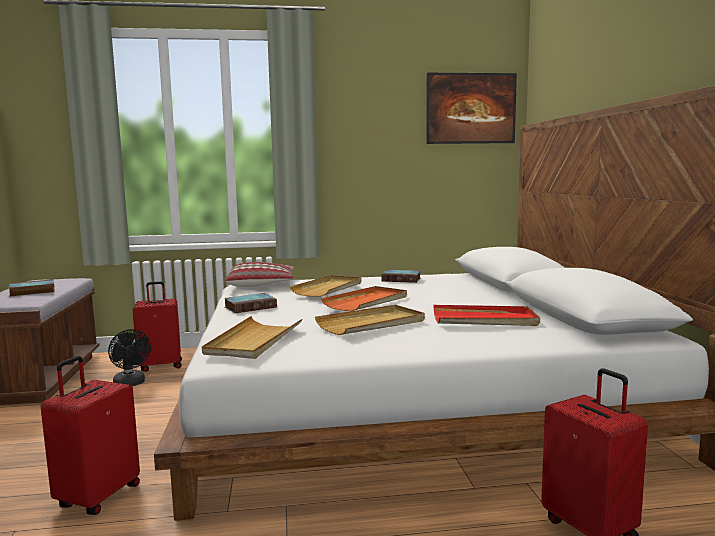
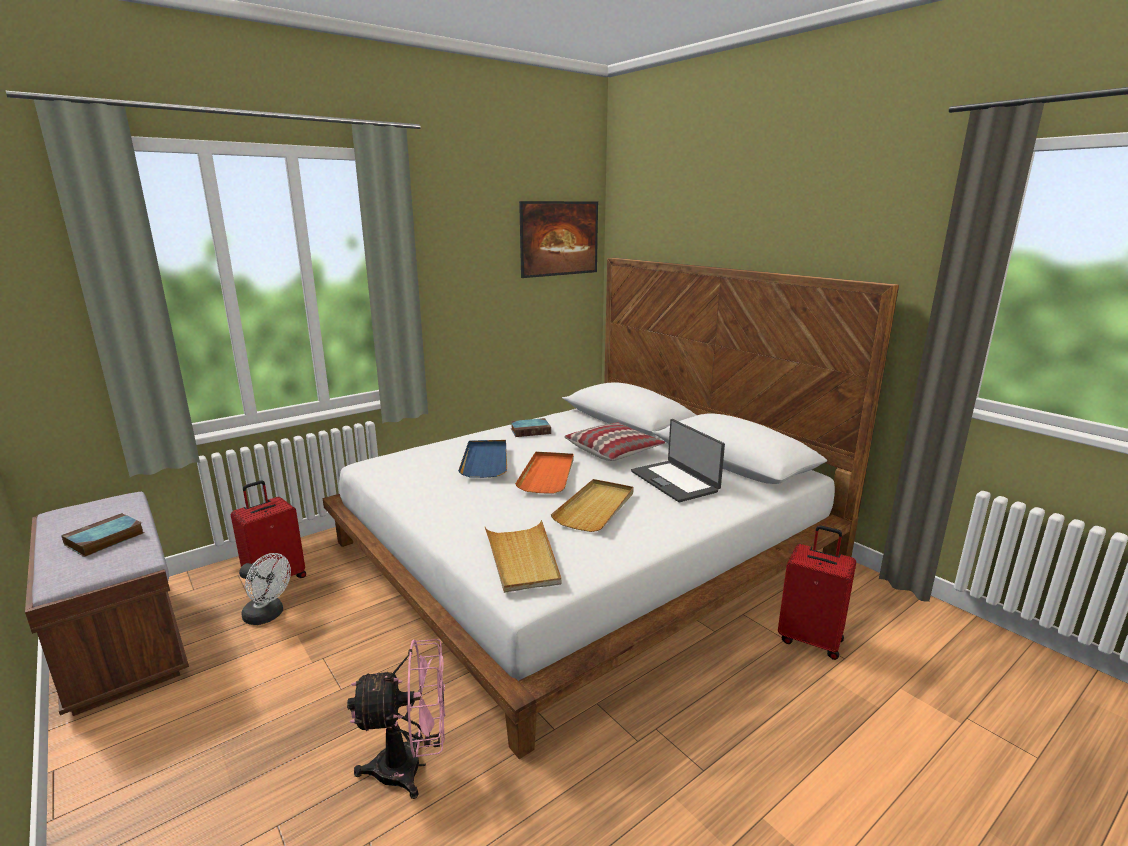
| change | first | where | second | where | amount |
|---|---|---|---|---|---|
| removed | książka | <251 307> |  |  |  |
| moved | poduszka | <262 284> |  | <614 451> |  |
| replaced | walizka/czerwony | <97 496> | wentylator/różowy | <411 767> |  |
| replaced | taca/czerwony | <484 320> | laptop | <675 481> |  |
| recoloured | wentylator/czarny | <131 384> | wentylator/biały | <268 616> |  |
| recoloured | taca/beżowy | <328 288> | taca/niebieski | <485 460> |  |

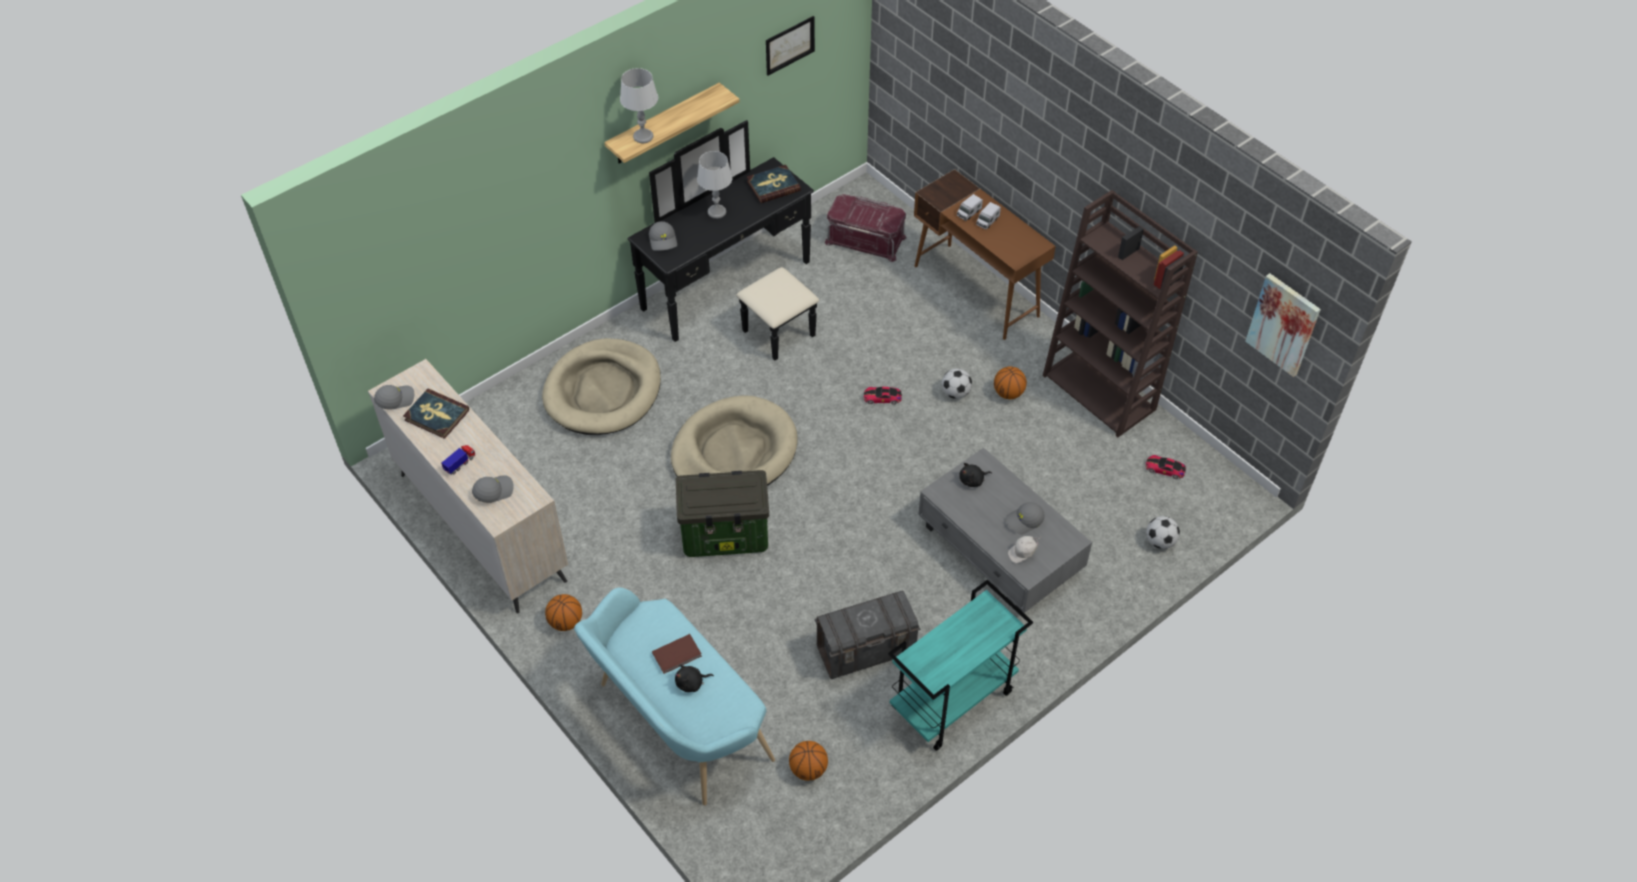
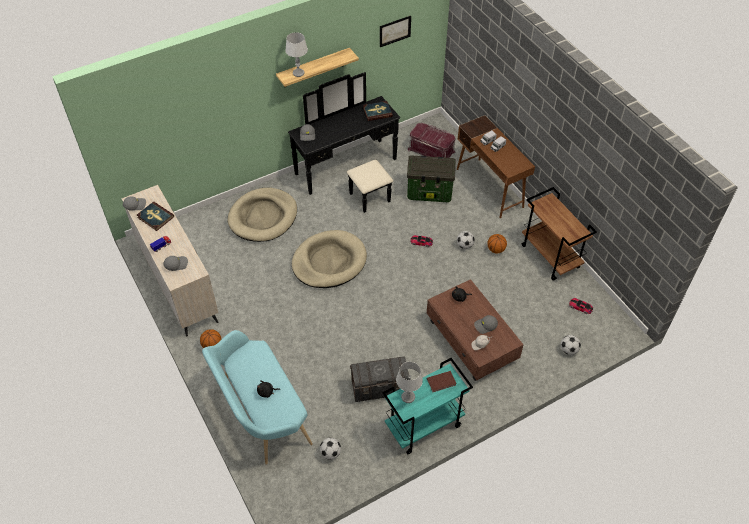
| change | first | where | second | where | amount |
|---|---|---|---|---|---|
| removed | obraz | <1283 324> |  |  |  |
| moved | książka/brązowy | <678 655> |  | <442 382> |  |
| moved | pojemnik do przechowywania | <726 535> |  | <430 192> |  |
| moved | lampa stołowa/szary | <717 212> |  | <408 397> |  |
| replaced | piłka do koszykówki | <808 769> | piłka futbolowa | <330 453> |  |
| replaced | regał/brązowy | <1100 392> | wózek/brązowy | <551 256> |  |
| recoloured | ława/szary | <1000 550> | ława/brązowy | <471 341> |  |

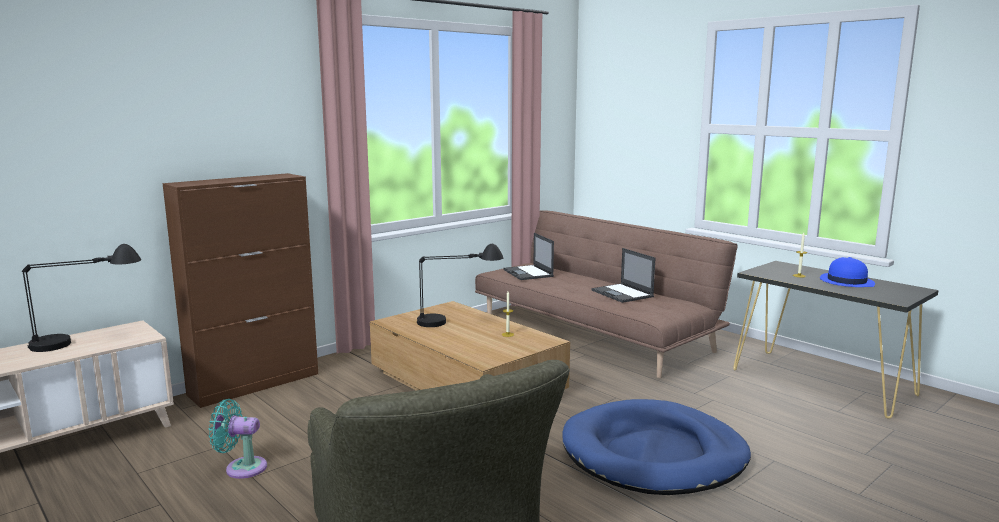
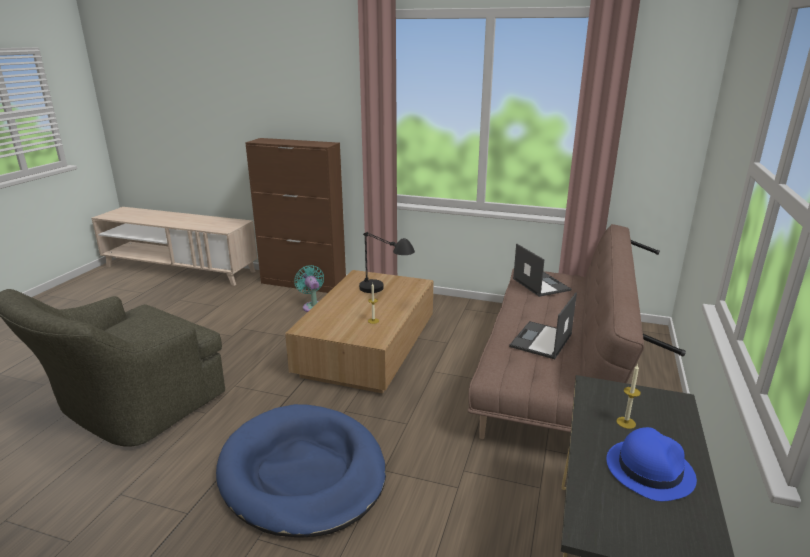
| change | first | where | second | where | amount |
|---|---|---|---|---|---|
| removed | lampa stołowa/czarny | <87 341> |  |  |  |
| moved | wentylator/turkusowy | <242 468> |  | <313 306> |  |
| turned | laptop | <528 273> |  | <540 284> | 120 degrees clockwise |

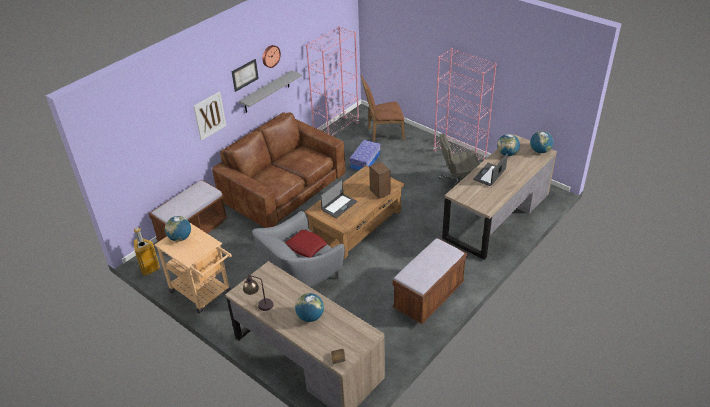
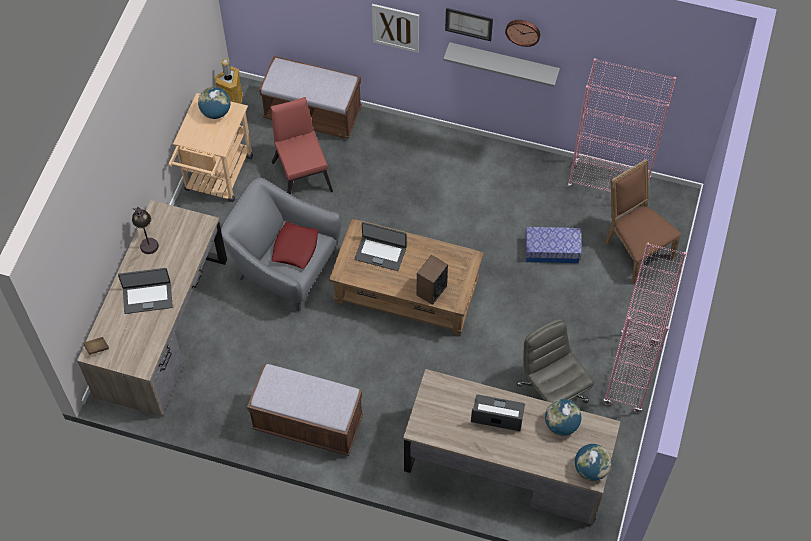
| change | first | where | second | where | amount |
|---|---|---|---|---|---|
| removed | kanapa/brązowy | <283 188> |  |  |  |
| added |  |  | krzesło/czerwony | <301 172> |  |
| replaced | globus | <310 317> | laptop | <147 297> |  |

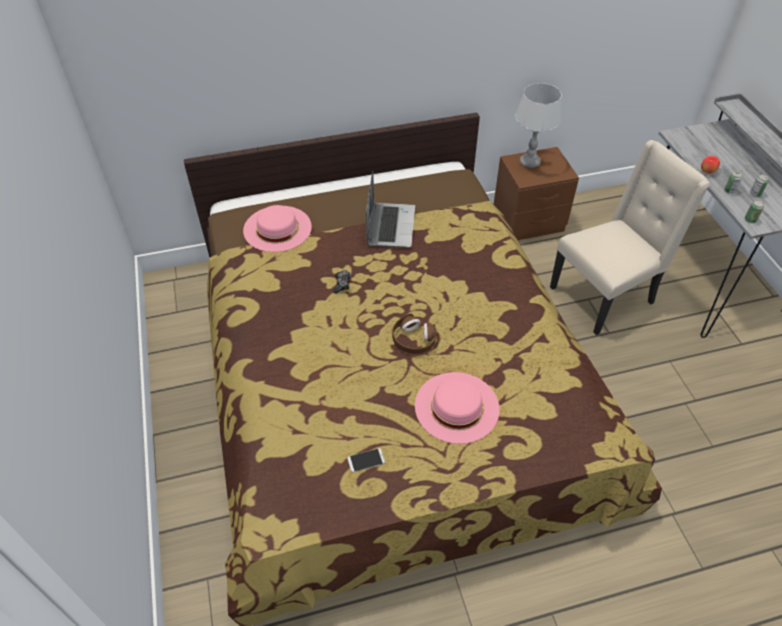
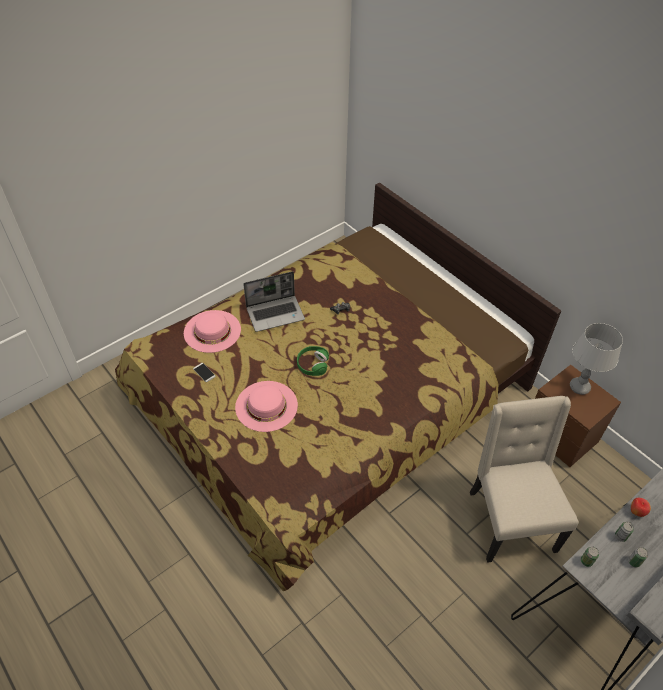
| change | first | where | second | where | amount |
|---|---|---|---|---|---|
| moved | kapelusz/różowy | <277 228> |  | <212 331> |  |
| moved | laptop | <390 226> |  | <276 313> |  |
| recoloured | słuchawki/brązowy | <413 339> | słuchawki/zielony | <312 364> |  |
| turned | krzesło/beżowy | <604 295> |  | <509 520> | 135 degrees counterclockwise |

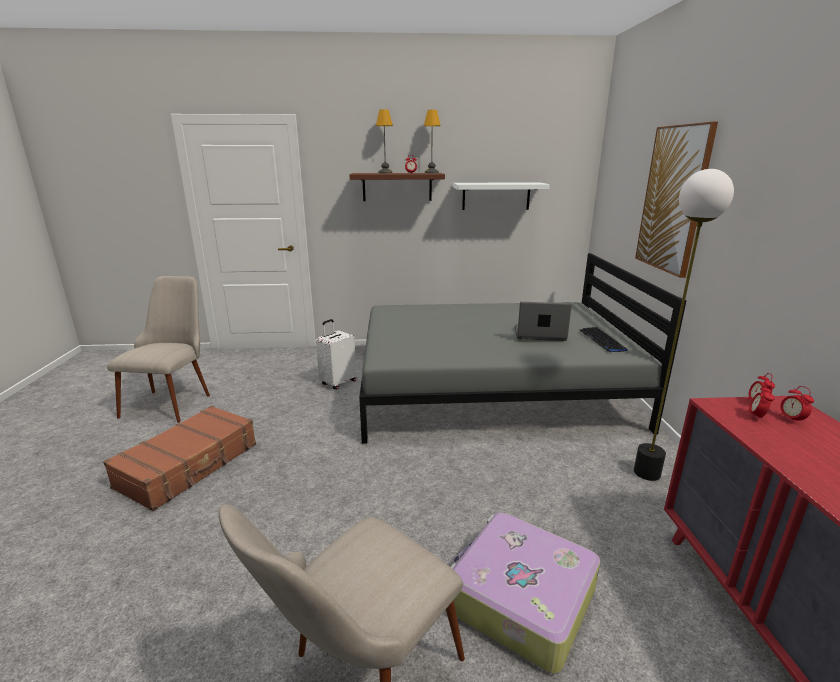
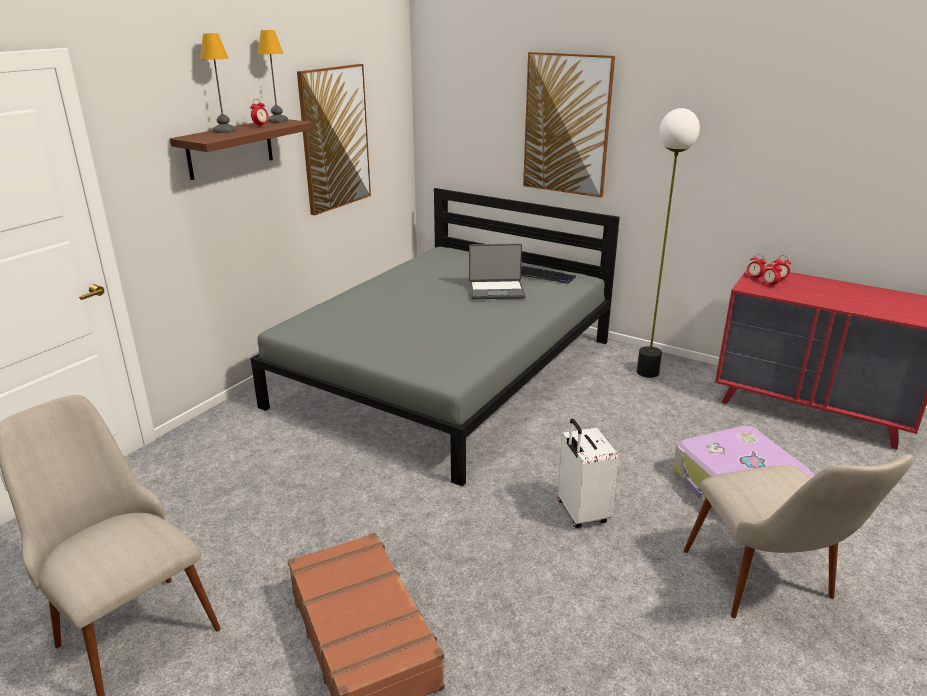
| change | first | where | second | where | amount |
|---|---|---|---|---|---|
| moved | walizka/biały | <338 382> |  | <580 513> |  |
| replaced | półka/biały | <496 196> | obraz | <335 138> |  |
| turned | laptop | <539 334> |  | <496 291> | 135 degrees counterclockwise |

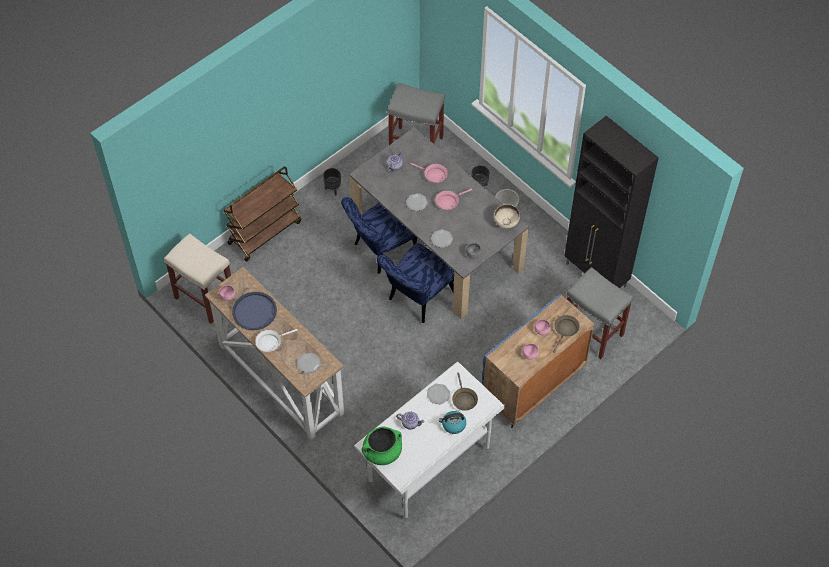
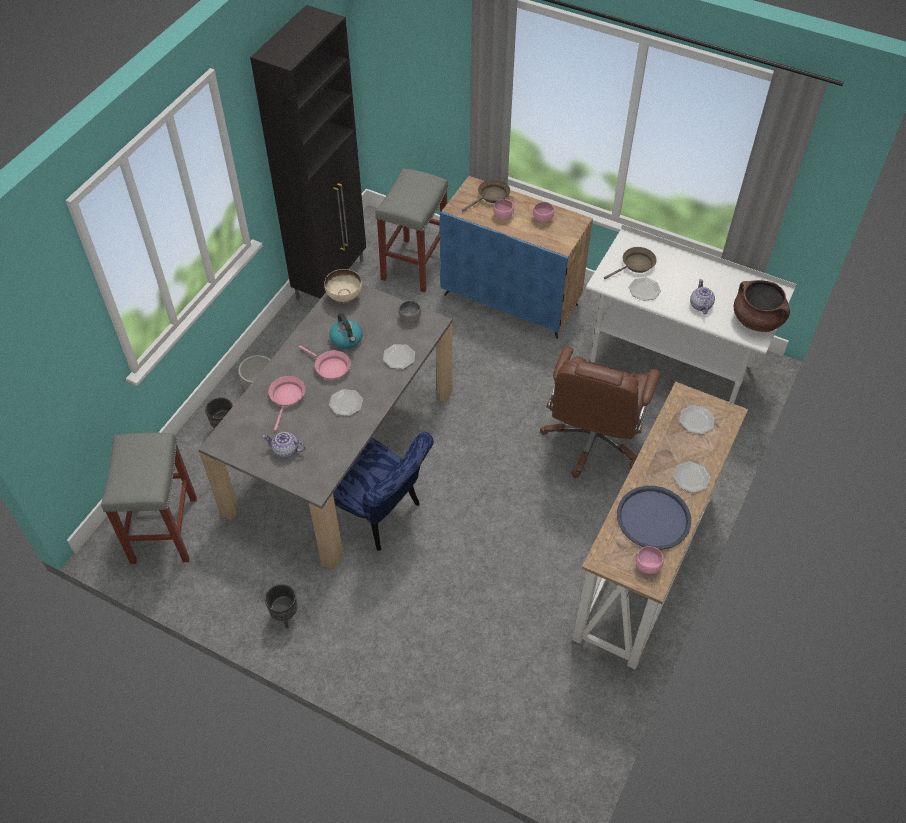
| change | first | where | second | where | amount |
|---|---|---|---|---|---|
| removed | stołek/beżowy | <204 298> |  |  |  |
| removed | wózek/brązowy | <265 232> |  |  |  |
| removed | krzesło/niebieski | <417 298> |  |  |  |
| added |  |  | krzesło biurowe/brązowy | <592 441> |  |
| moved | czajnik | <453 425> |  | <347 339> |  |
| replaced | patelnia/biały | <270 342> | talerz | <691 478> |  |
| recoloured | garnek/zielony | <382 452> | garnek/brązowy | <757 320> |  |
| turned | patelnia/brązowy | <565 330> |  | <491 196> | 135 degrees clockwise |

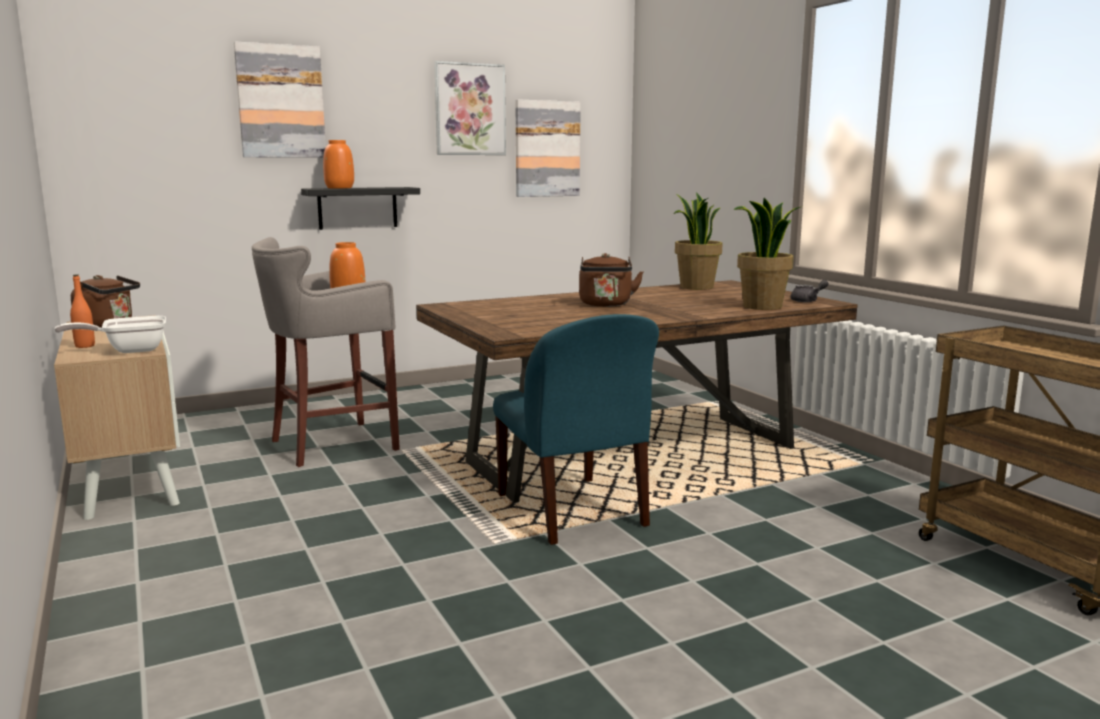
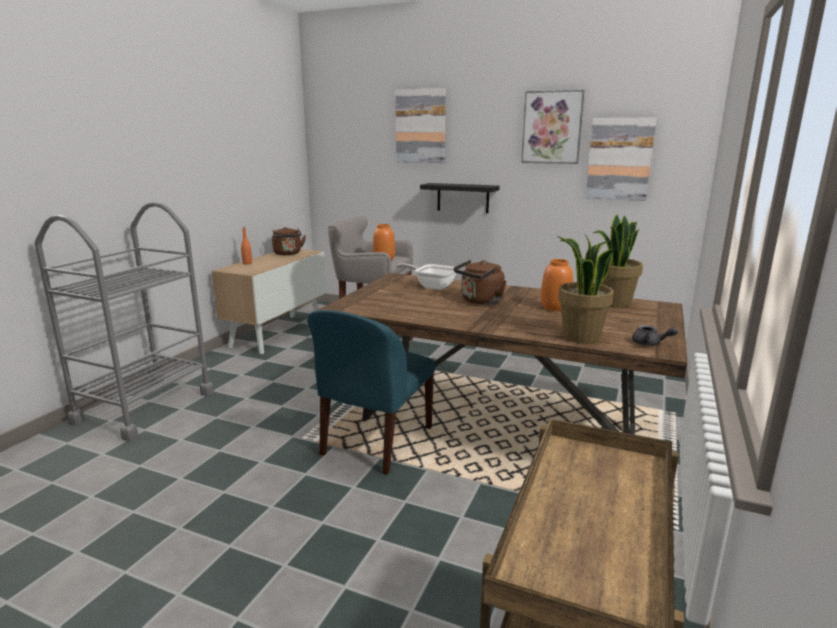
| change | first | where | second | where | amount |
|---|---|---|---|---|---|
| added |  |  | wózek/szary | <145 407> |  |
| moved | patelnia | <129 350> |  | <432 286> |  |
| moved | wazon/pomarańczowy | <339 188> |  | <555 307> |  |

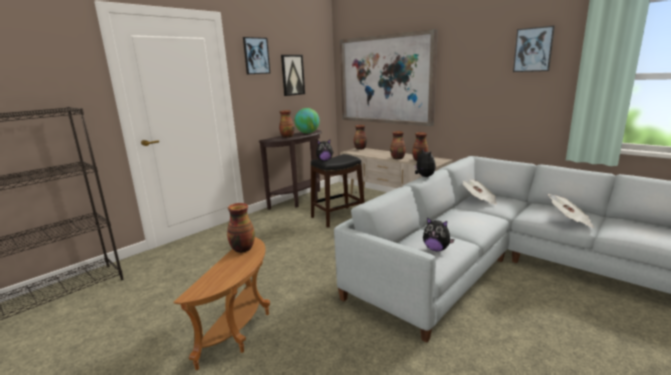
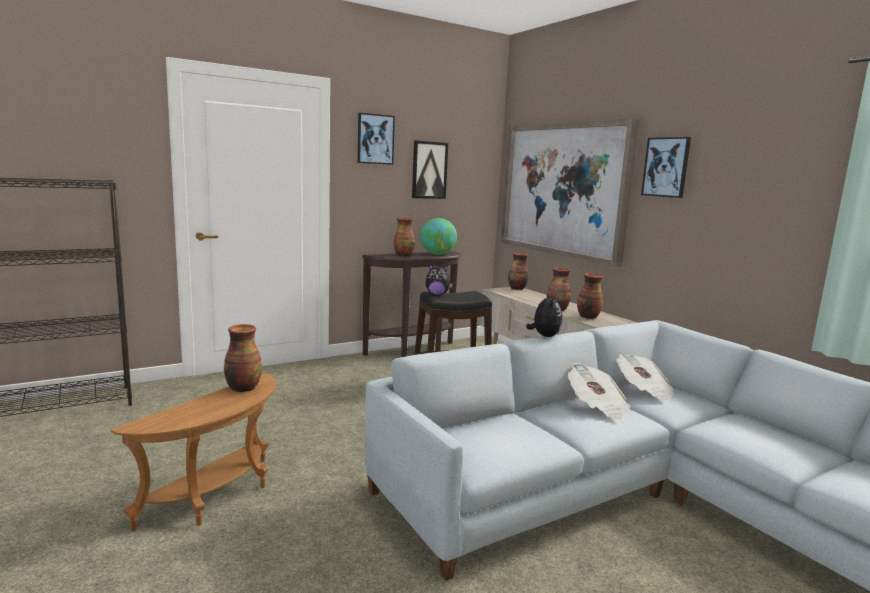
| change | first | where | second | where | amount |
|---|---|---|---|---|---|
| removed | pluszak | <436 249> |  |  |  |
| moved | obraz | <533 49> |  | <666 167> |  |
| moved | gazeta | <569 221> |  | <597 407> |  |

